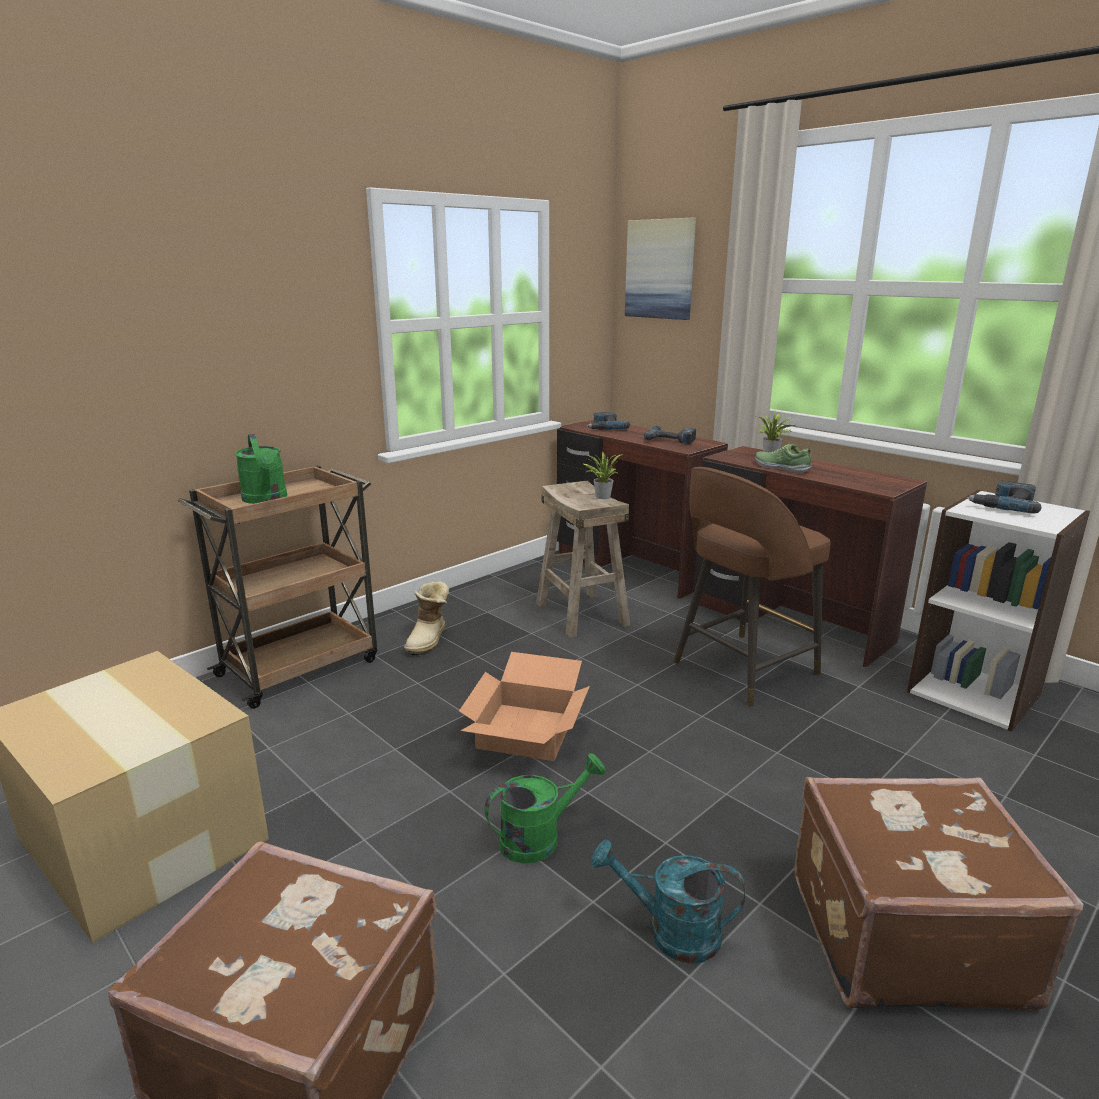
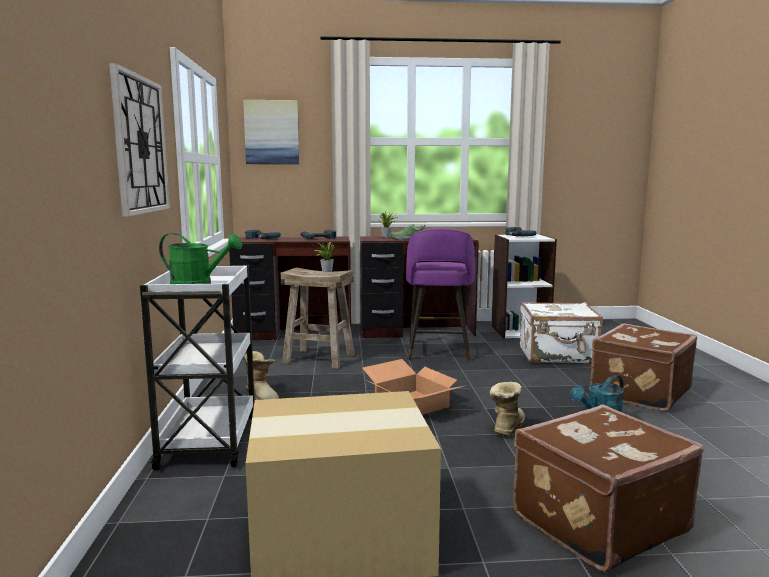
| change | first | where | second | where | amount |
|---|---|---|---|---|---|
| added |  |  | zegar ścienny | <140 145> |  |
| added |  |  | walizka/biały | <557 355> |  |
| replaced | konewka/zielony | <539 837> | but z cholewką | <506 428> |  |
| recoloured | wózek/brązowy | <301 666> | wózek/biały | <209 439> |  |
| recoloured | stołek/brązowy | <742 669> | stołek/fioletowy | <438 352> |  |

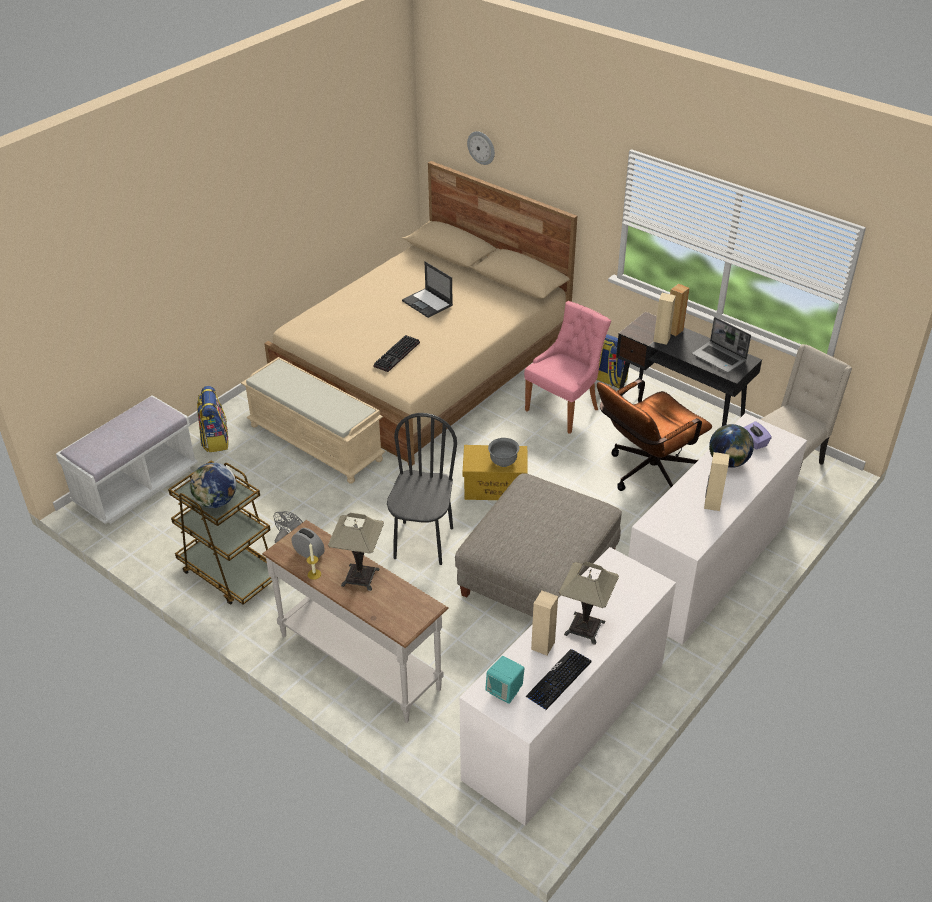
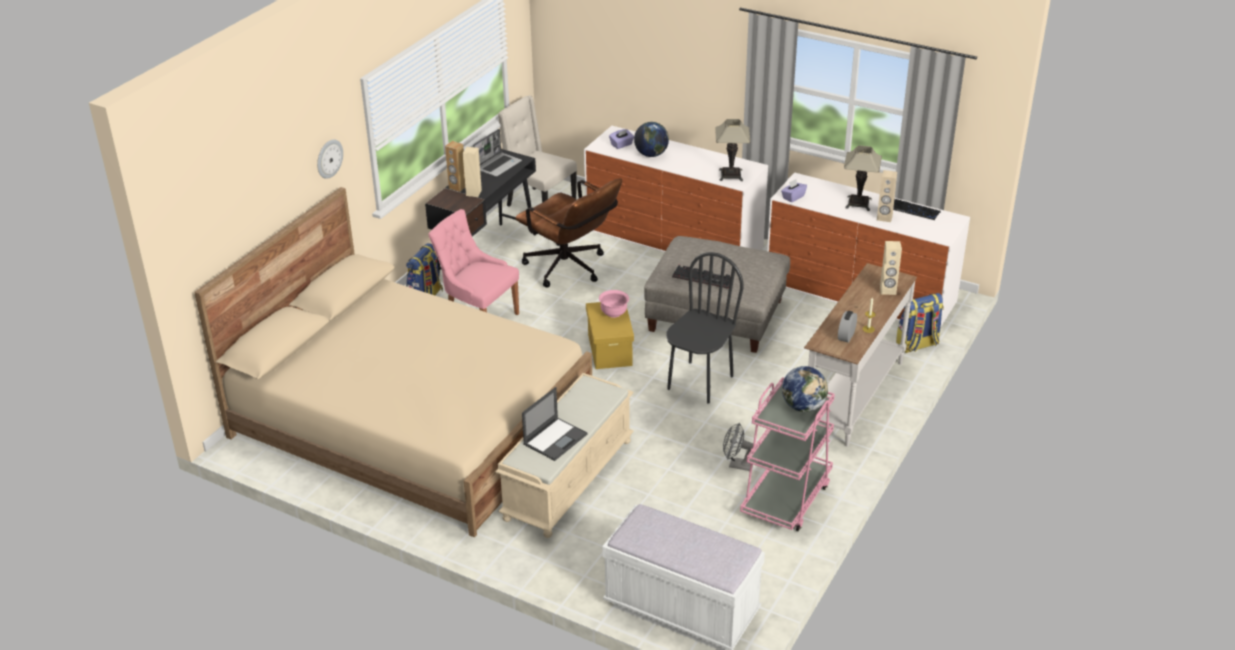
| change | first | where | second | where | amount |
|---|---|---|---|---|---|
| removed | głośnik/turkusowy | <505 691> |  |  |  |
| added |  |  | pudełko chusteczek/fioletowy | <793 197> |  |
| moved | plecak | <215 440> |  | <917 345> |  |
| moved | lampa stołowa | <360 577> |  | <730 175> |  |
| moved | klawiatura | <397 355> |  | <704 278> |  |
| moved | laptop | <428 303> |  | <555 439> |  |
| moved | zegar ścienny | <481 147> |  | <329 158> |  |
| moved | głośnik/beżowy | <712 504> |  | <888 290> |  |
| recoloured | wózek/brązowy | <230 573> | wózek/różowy | <786 498> |  |
| recoloured | miska/szary | <503 462> | miska/różowy | <614 313> |  |
| turned | krzesło/czarny | <423 543> |  | <699 382> | 120 degrees clockwise |

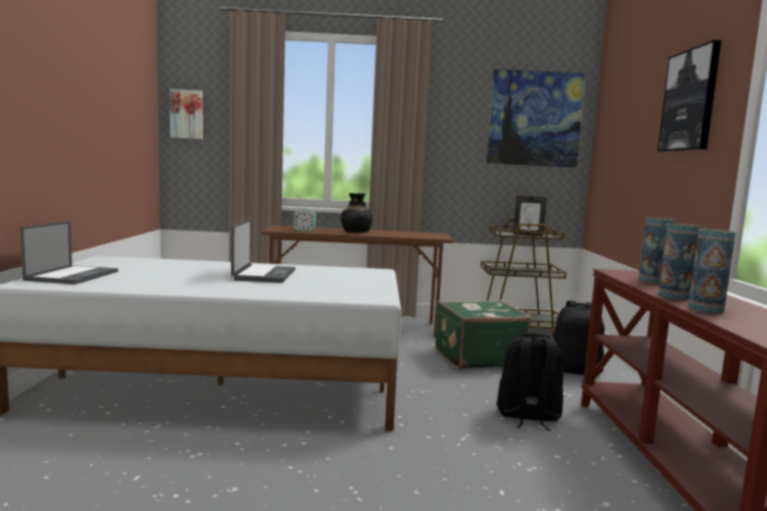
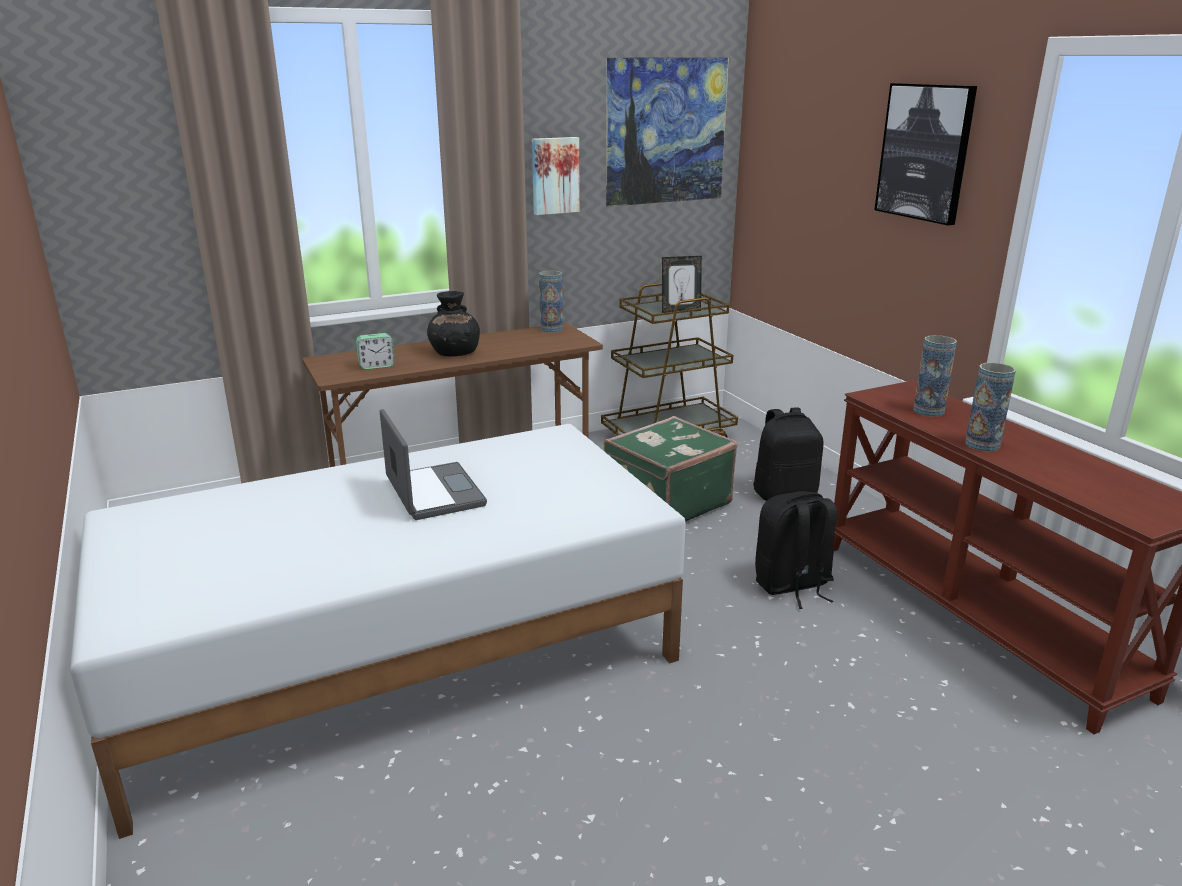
| change | first | where | second | where | amount |
|---|---|---|---|---|---|
| removed | laptop | <73 275> |  |  |  |
| moved | obraz | <187 114> |  | <554 175> |  |
| moved | wazon | <706 309> |  | <551 329> |  |

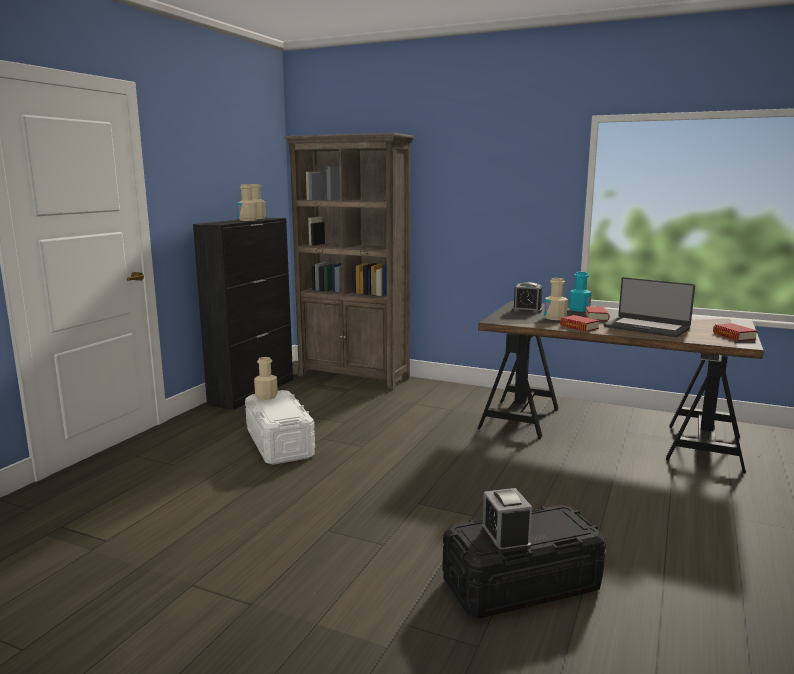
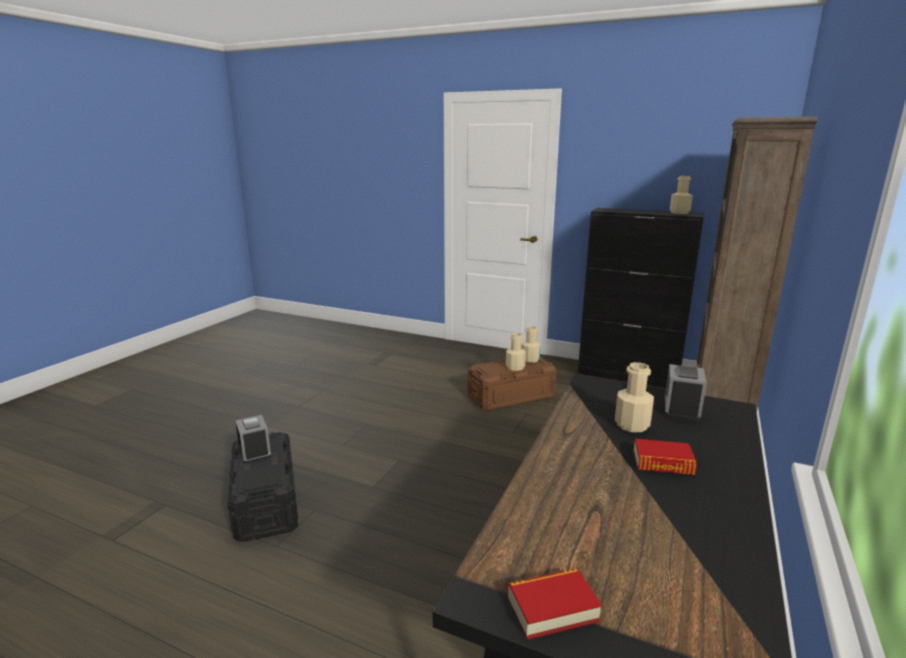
| change | first | where | second | where | amount |
|---|---|---|---|---|---|
| removed | książka | <579 327> |  |  |  |
| removed | butelka/turkusowy | <579 309> |  |  |  |
| removed | laptop | <646 327> |  |  |  |
| moved | butelka/beżowy | <248 220> |  | <515 367> |  |
| recoloured | pojemnik do przechowywania/biały | <279 443> | pojemnik do przechowywania/brązowy | <511 397> |  |
| turned | budzik | <505 537> |  | <255 452> | 75 degrees clockwise |

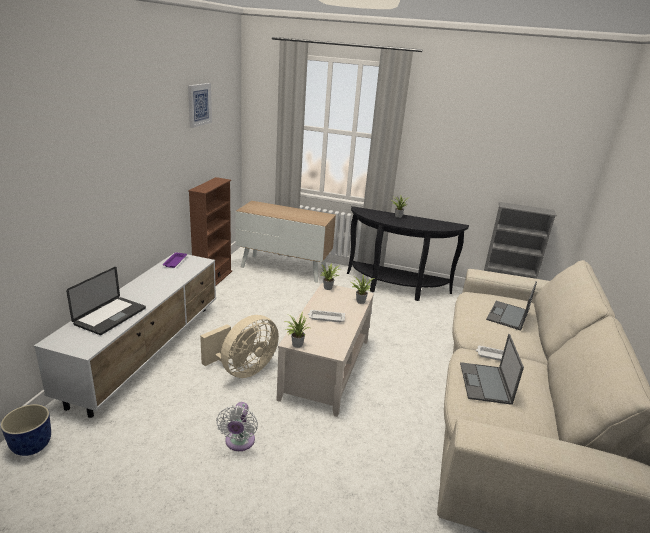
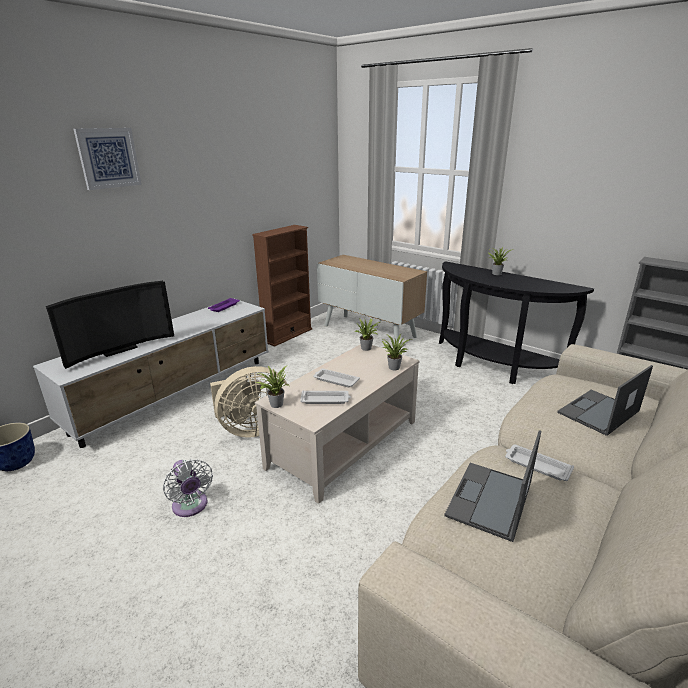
| change | first | where | second | where | amount |
|---|---|---|---|---|---|
| added |  |  | taca/biały | <326 400> |  |
| moved | obraz | <199 104> |  | <108 158> |  |
| replaced | laptop | <110 316> | telewizor | <118 349> |  |
| turned | wentylator/biały | <239 442> |  | <191 506> | 60 degrees counterclockwise |

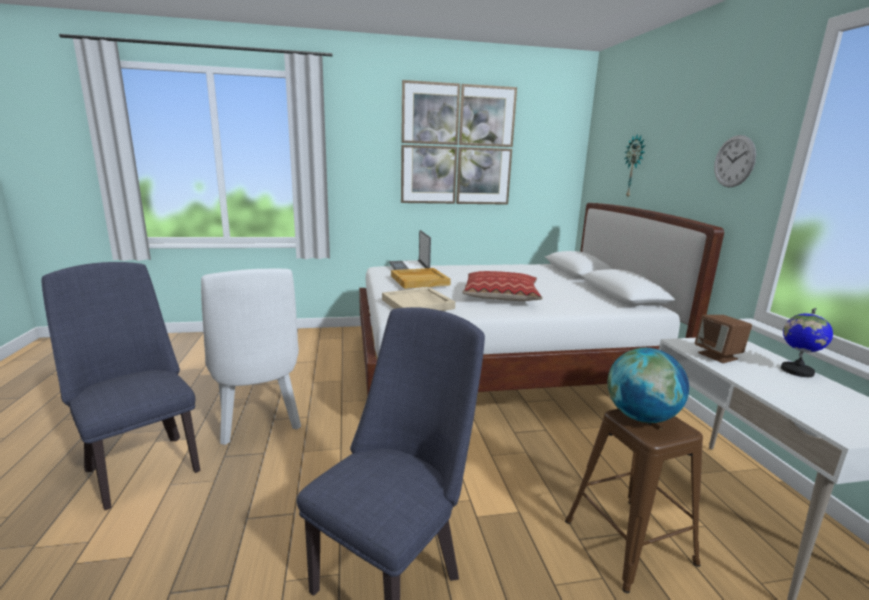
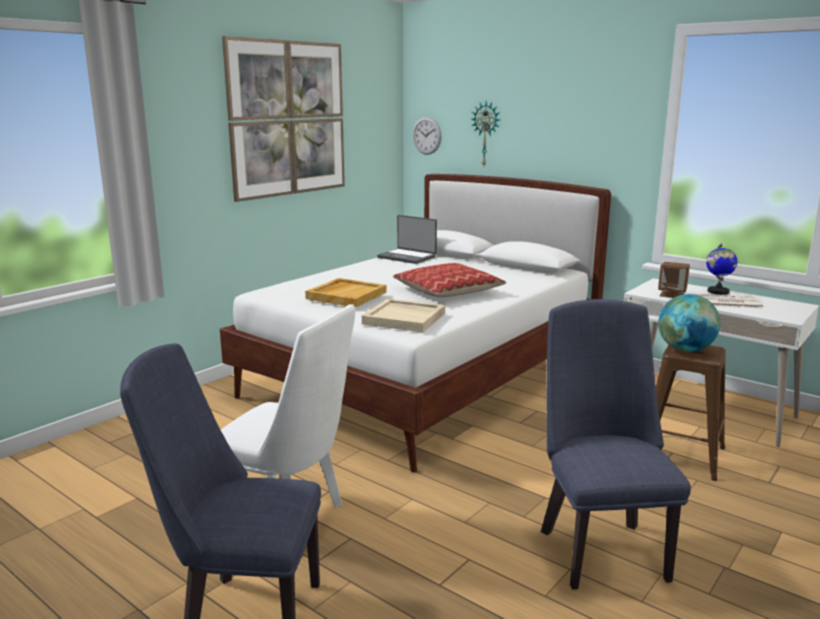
| change | first | where | second | where | amount |
|---|---|---|---|---|---|
| added |  |  | gazeta | <728 302> |  |
| moved | laptop | <410 268> |  | <407 257> |  |
| moved | zegar ścienny | <734 161> |  | <426 136> |  |

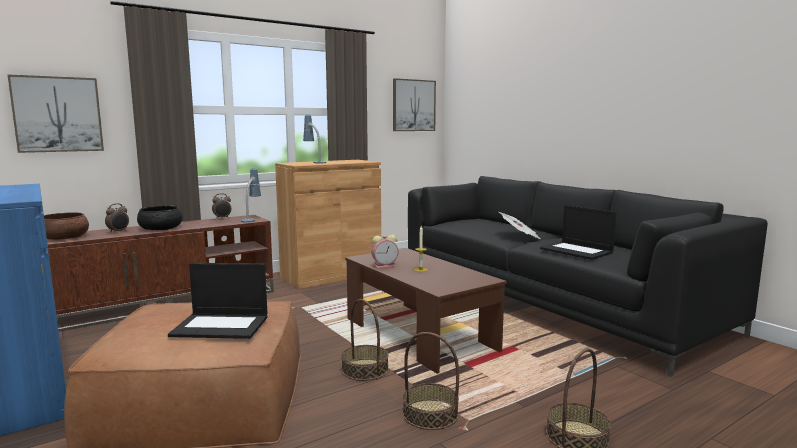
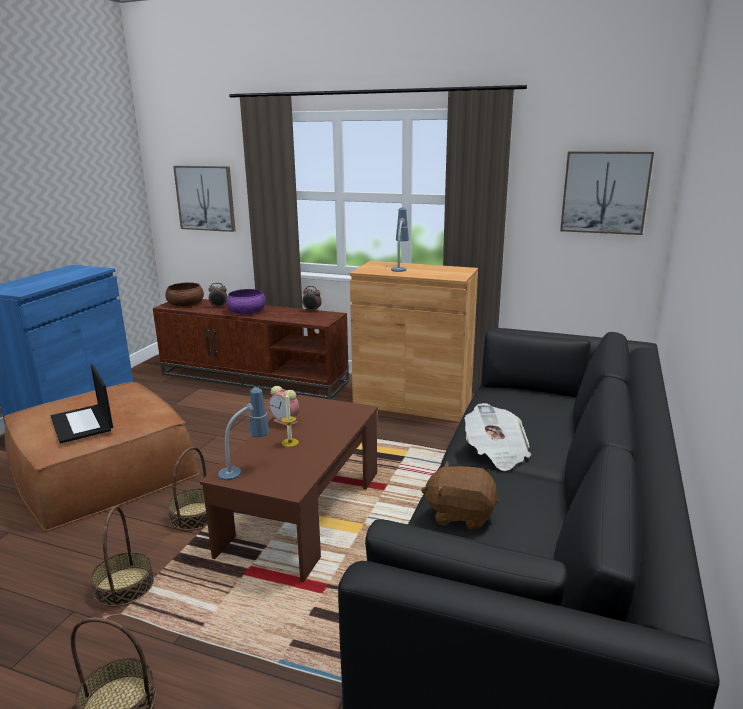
| change | first | where | second | where | amount |
|---|---|---|---|---|---|
| moved | lampa stołowa | <252 219> |  | <245 470> |  |
| replaced | laptop | <577 251> | pluszak/brązowy | <460 514> |  |
| recoloured | miska/czarny | <161 228> | miska/fioletowy | <246 311> |  |

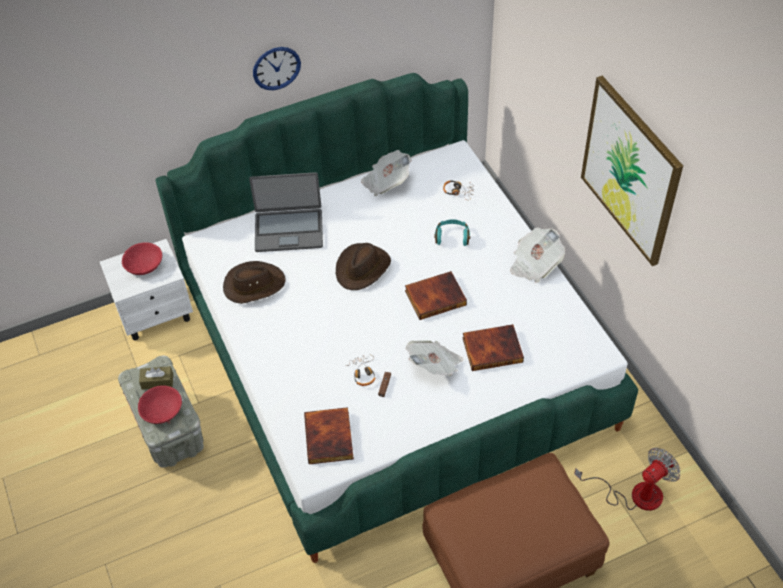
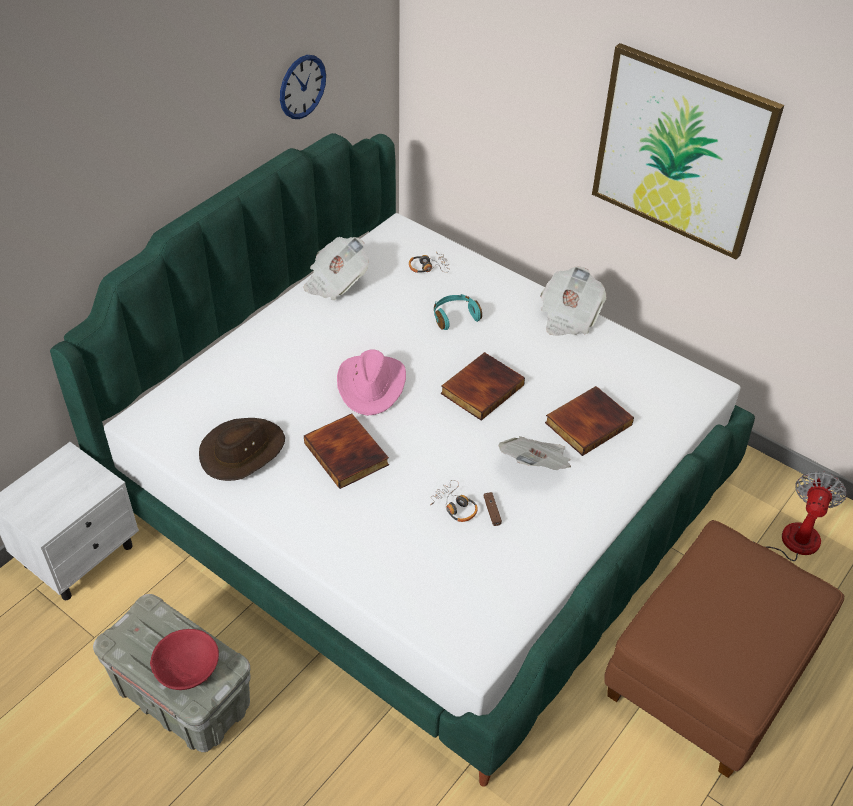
| change | first | where | second | where | amount |
|---|---|---|---|---|---|
| removed | miska/czerwony | <144 265> |  |  |  |
| removed | pudełko chusteczek/brązowy | <157 381> |  |  |  |
| removed | laptop | <289 230> |  |  |  |
| moved | zegar ścienny | <276 68> |  | <302 87> |  |
| moved | książka | <330 438> |  | <348 453> |  |
| recoloured | kapelusz/brązowy | <362 268> | kapelusz/różowy | <371 385> |  |

